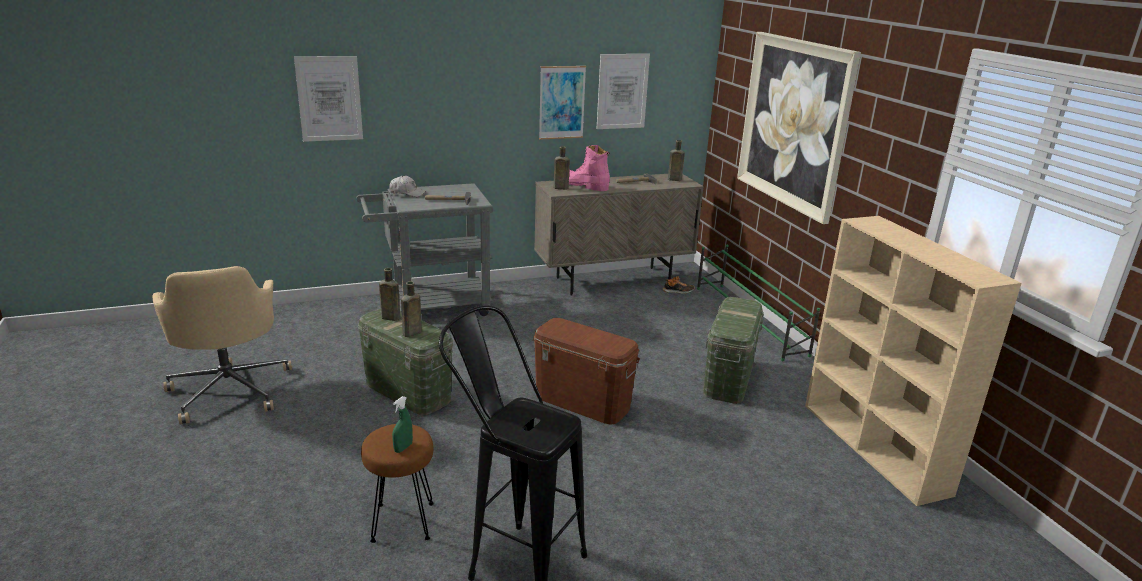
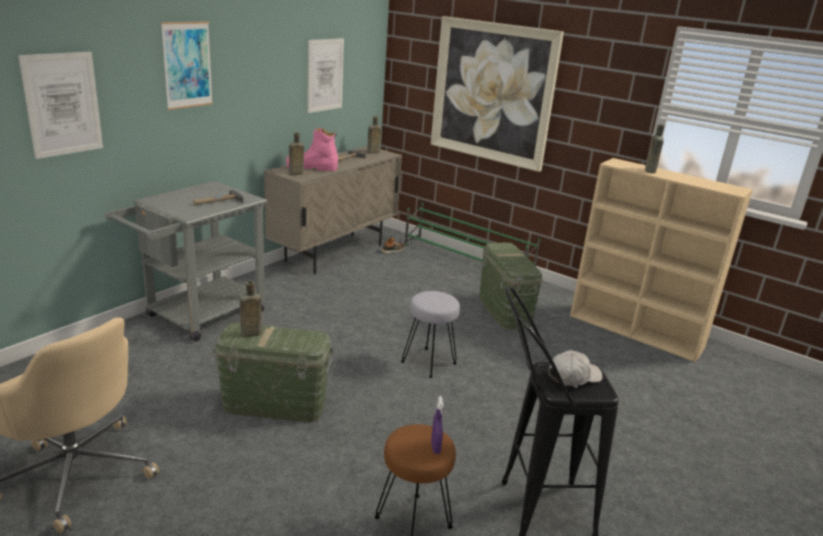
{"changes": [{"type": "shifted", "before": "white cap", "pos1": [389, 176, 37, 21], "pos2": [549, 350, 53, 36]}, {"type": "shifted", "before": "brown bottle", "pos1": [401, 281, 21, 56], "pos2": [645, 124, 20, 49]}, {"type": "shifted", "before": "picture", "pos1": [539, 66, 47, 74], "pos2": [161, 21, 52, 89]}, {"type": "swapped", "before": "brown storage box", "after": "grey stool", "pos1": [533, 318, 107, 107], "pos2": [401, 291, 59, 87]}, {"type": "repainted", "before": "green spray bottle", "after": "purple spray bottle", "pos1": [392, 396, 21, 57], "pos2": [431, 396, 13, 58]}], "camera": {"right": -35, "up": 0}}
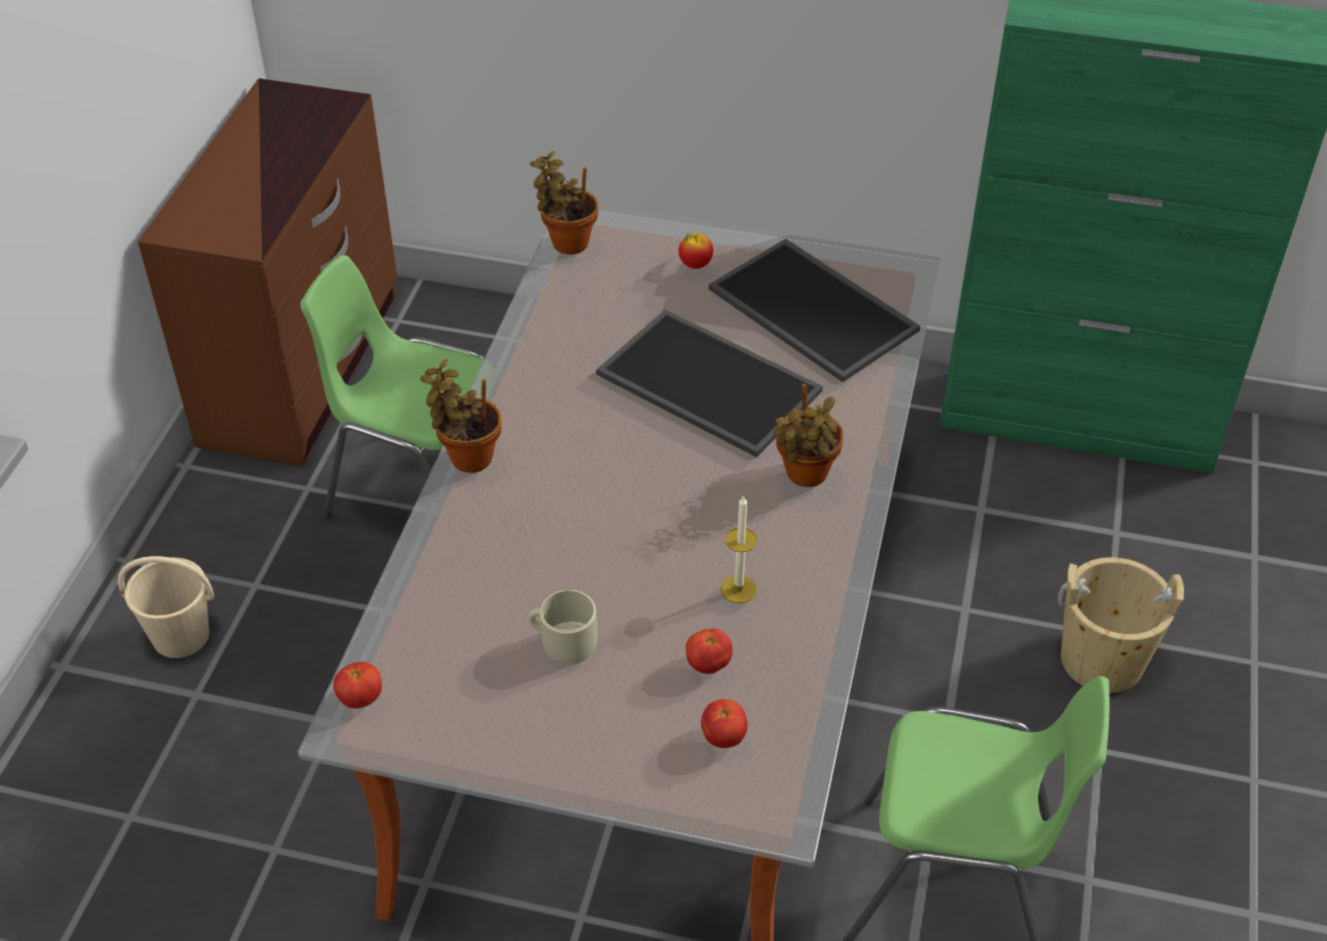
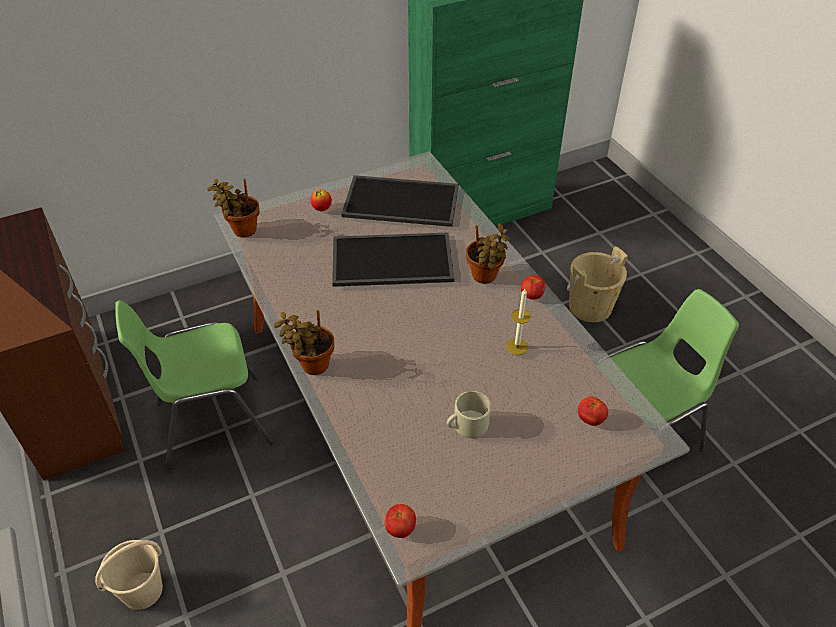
{"changes": [{"type": "shifted", "before": "tomato", "pos1": [686, 629, 47, 45], "pos2": [521, 275, 24, 25]}], "camera": {"right": -40, "up": 0}}
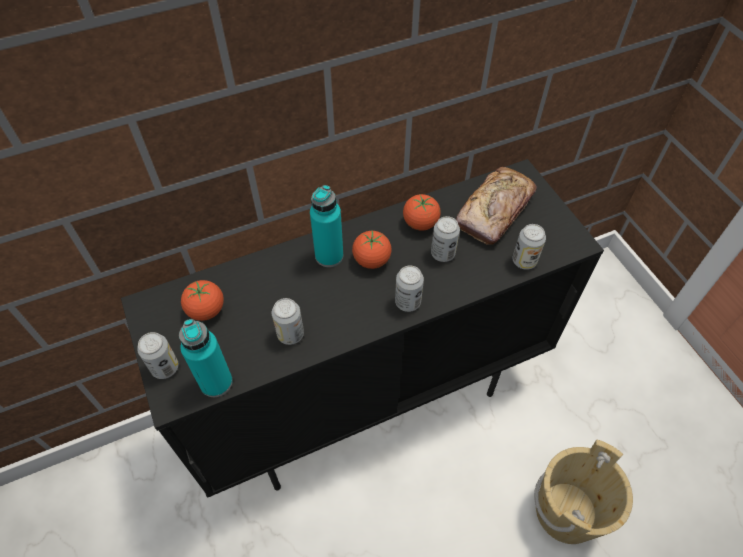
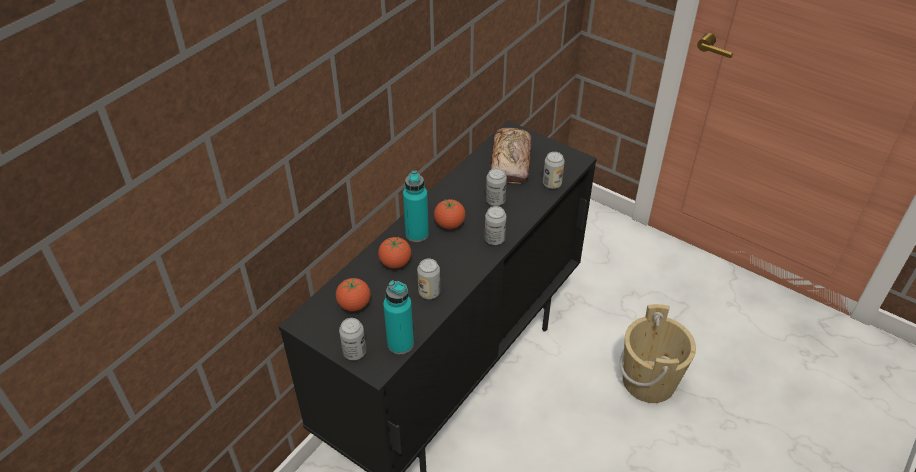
{"changes": [{"type": "shifted", "before": "tomato", "pos1": [403, 194, 38, 37], "pos2": [378, 237, 33, 31]}], "camera": {"right": -30, "up": -10}}
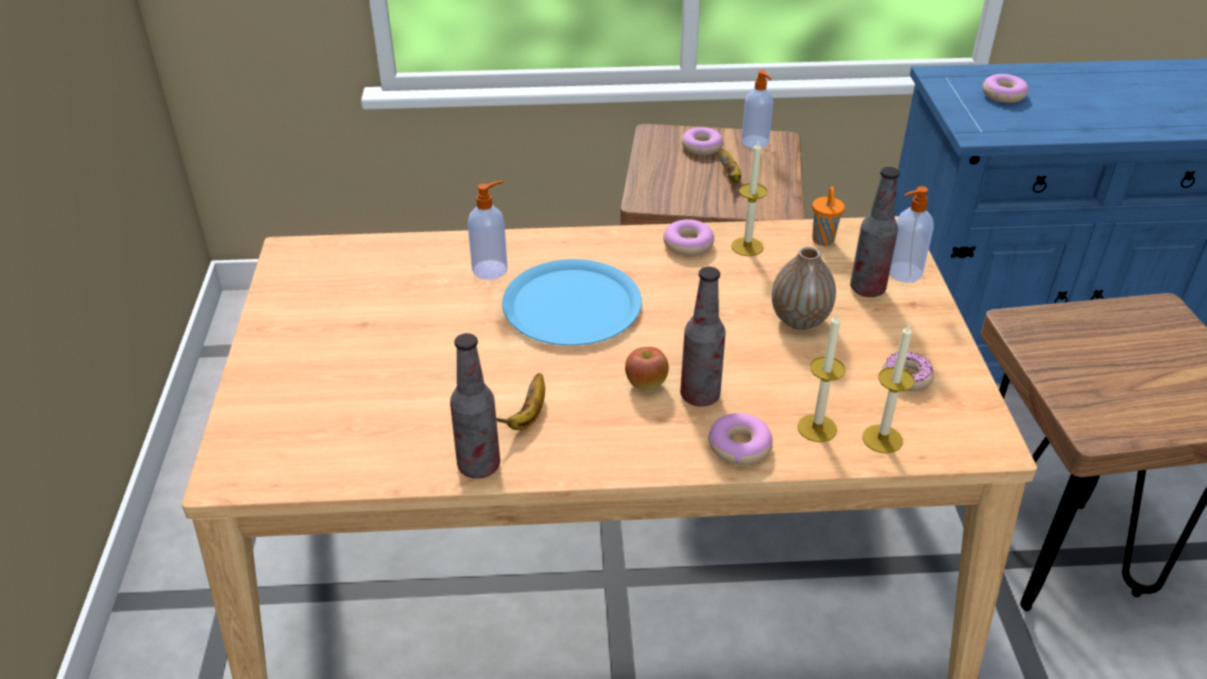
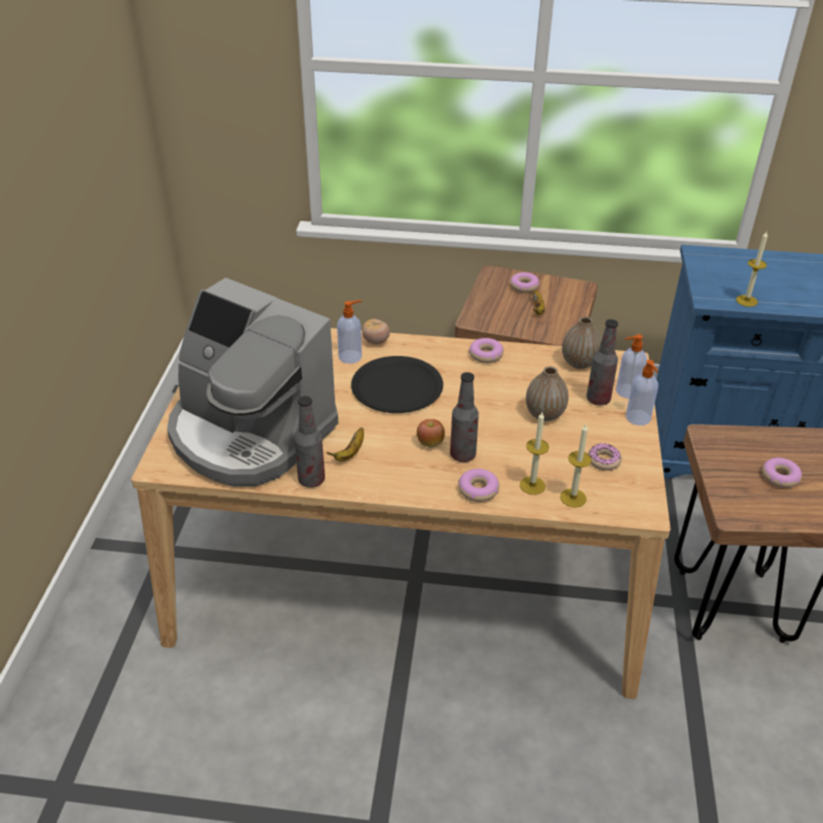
{"changes": [{"type": "new", "after": "coffee machine", "pos2": [167, 278, 171, 208]}, {"type": "new", "after": "tomato", "pos2": [362, 319, 28, 26]}, {"type": "shifted", "before": "candle", "pos1": [731, 140, 37, 116], "pos2": [736, 231, 32, 76]}, {"type": "shifted", "before": "soap dispenser", "pos1": [741, 70, 32, 78], "pos2": [626, 360, 32, 66]}, {"type": "shifted", "before": "donut", "pos1": [983, 74, 46, 29], "pos2": [762, 458, 40, 30]}, {"type": "swapped", "before": "orange cup", "after": "vase", "pos1": [812, 187, 33, 59], "pos2": [562, 317, 40, 52]}, {"type": "repainted", "before": "blue plate", "after": "black plate", "pos1": [502, 259, 140, 87], "pos2": [351, 356, 92, 57]}], "camera": {"right": 10, "up": 0}}
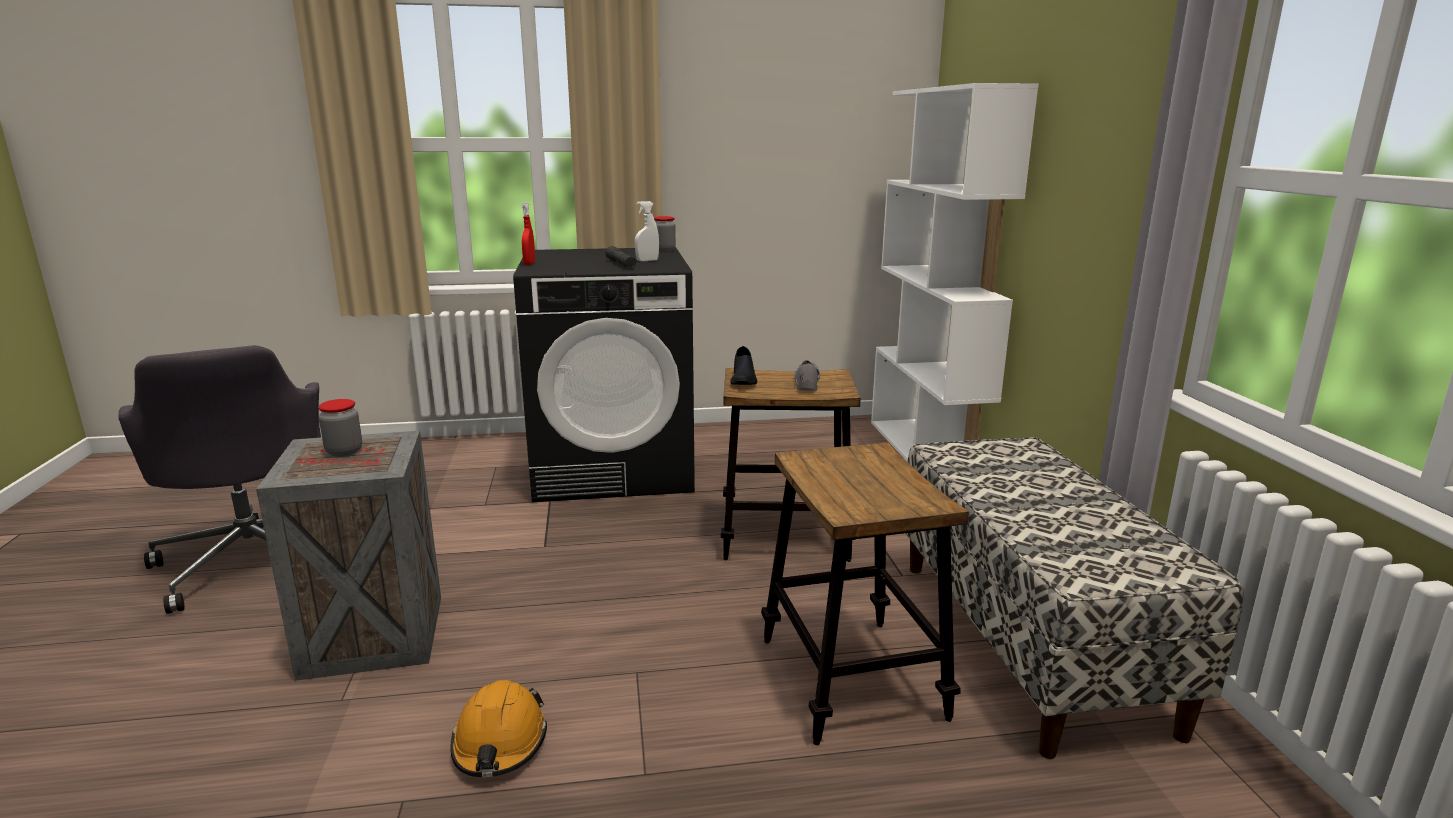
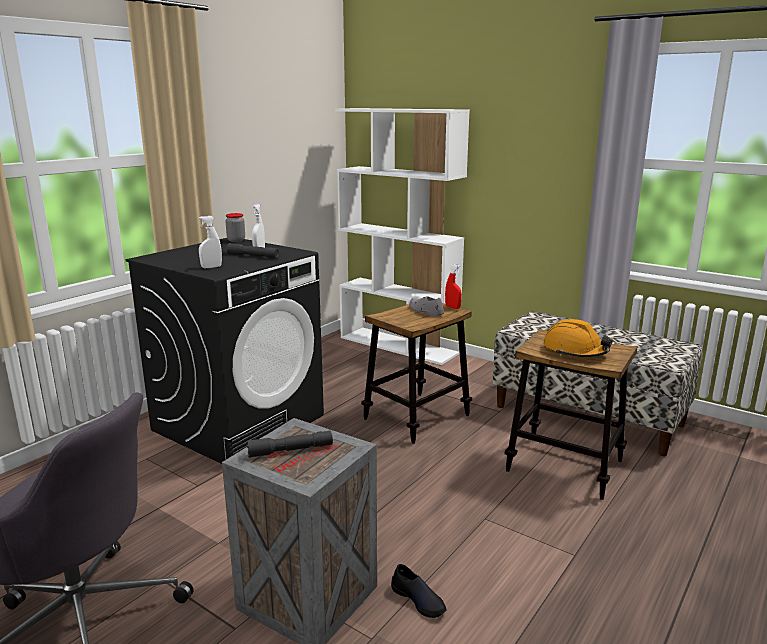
{"changes": [{"type": "new", "after": "white spray bottle", "pos2": [198, 216, 24, 52]}, {"type": "shifted", "before": "orange hard hat", "pos1": [450, 680, 97, 97], "pos2": [543, 319, 70, 38]}, {"type": "shifted", "before": "red spray bottle", "pos1": [521, 203, 14, 62], "pos2": [445, 264, 17, 45]}, {"type": "shifted", "before": "black shoe", "pos1": [731, 346, 26, 39], "pos2": [391, 564, 55, 54]}, {"type": "swapped", "before": "jar", "after": "grey flashlight", "pos1": [318, 399, 44, 58], "pos2": [247, 431, 86, 27]}], "camera": {"right": -45, "up": 0}}
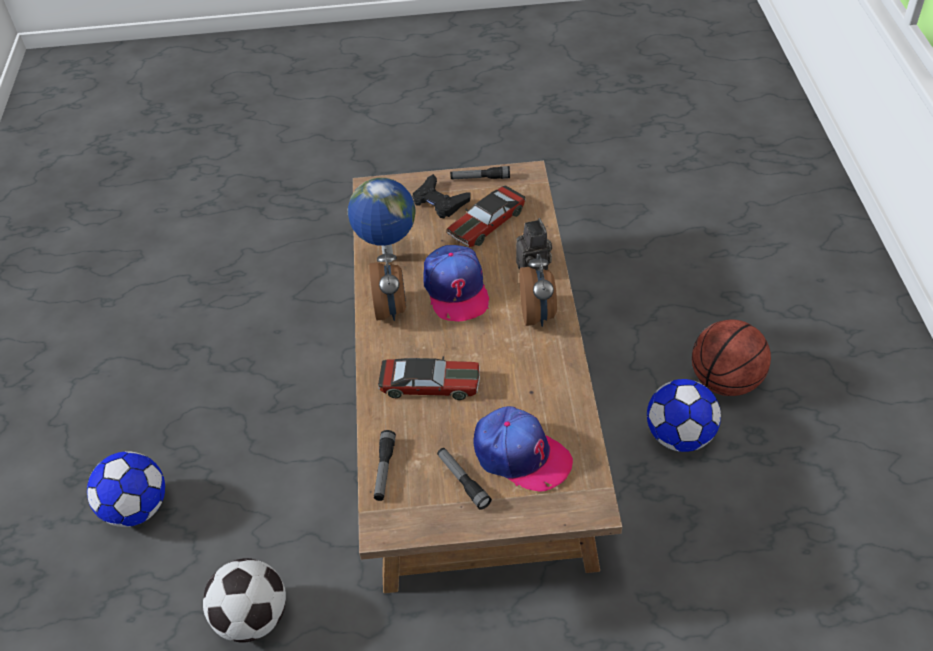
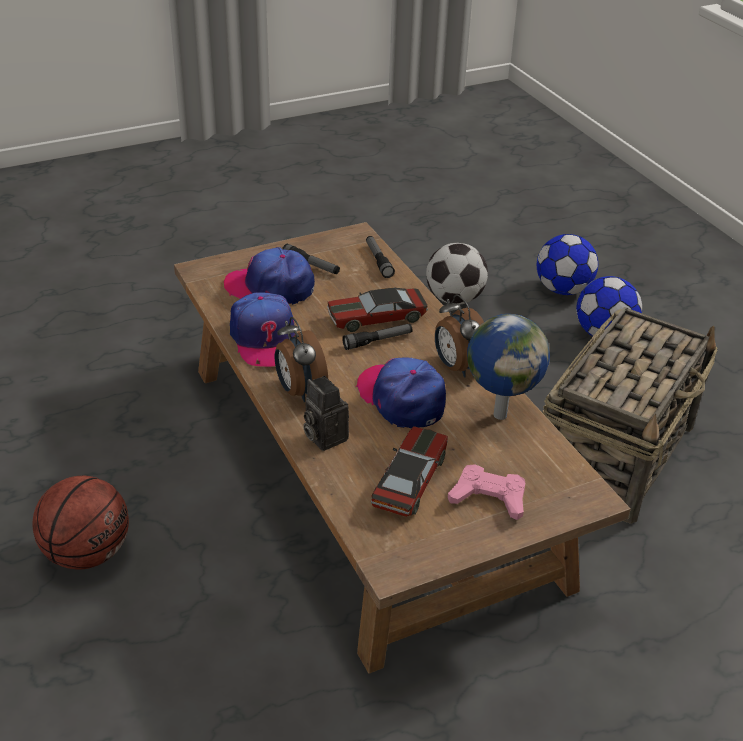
{"changes": [{"type": "new", "after": "cap", "pos2": [230, 292, 65, 75]}, {"type": "new", "after": "basket", "pos2": [542, 307, 175, 217]}, {"type": "shifted", "before": "flashlight", "pos1": [450, 166, 60, 13], "pos2": [342, 324, 71, 26]}, {"type": "shifted", "before": "football", "pos1": [647, 379, 74, 73], "pos2": [537, 234, 61, 61]}, {"type": "repainted", "before": "black game controller", "after": "pink game controller", "pos1": [412, 174, 59, 44], "pos2": [448, 464, 77, 56]}], "camera": {"right": 155, "up": -10}}
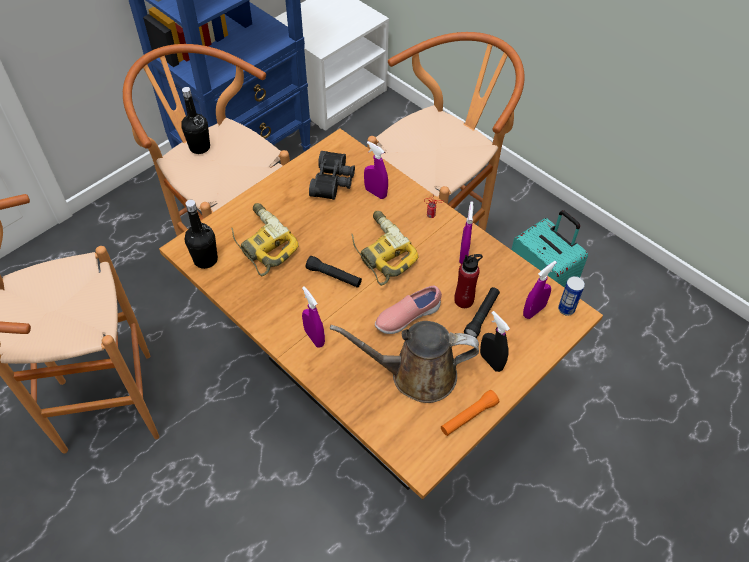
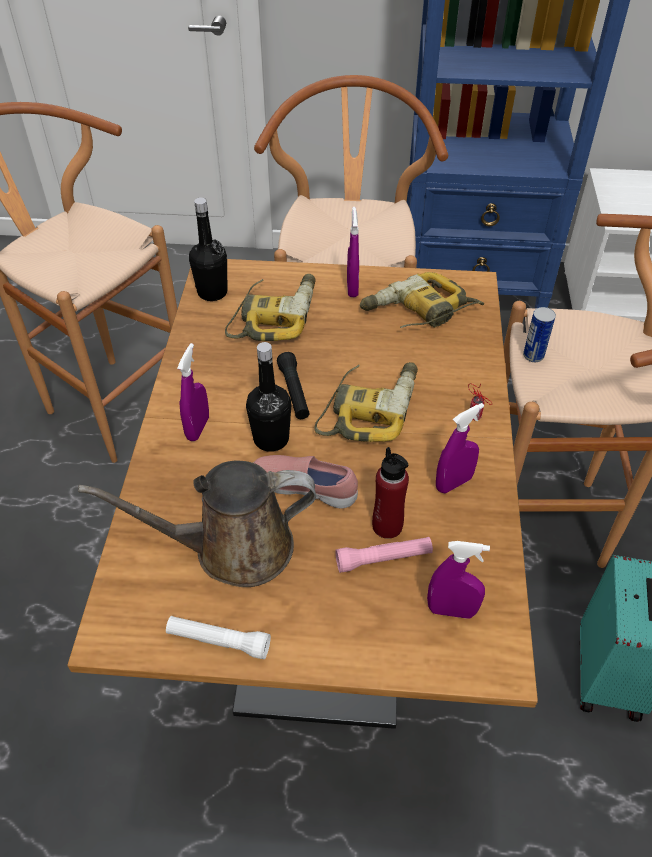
{"changes": [{"type": "gone", "before": "black spray bottle", "pos1": [480, 311, 30, 61]}, {"type": "shifted", "before": "black bottle", "pos1": [181, 87, 29, 67], "pos2": [246, 342, 45, 110]}, {"type": "shifted", "before": "purple spray bottle", "pos1": [364, 141, 24, 58], "pos2": [347, 207, 12, 90]}, {"type": "shifted", "before": "can", "pos1": [558, 276, 27, 40], "pos2": [523, 307, 33, 55]}, {"type": "swapped", "before": "black binoculars", "after": "power drill", "pos1": [309, 151, 46, 49], "pos2": [360, 272, 124, 56]}, {"type": "repainted", "before": "orange flashlight", "after": "white flashlight", "pos1": [441, 390, 58, 46], "pos2": [166, 616, 105, 43]}, {"type": "repainted", "before": "black flashlight", "after": "pink flashlight", "pos1": [464, 287, 36, 51], "pos2": [335, 537, 98, 36]}, {"type": "rotated", "before": "brown watering can", "pos1": [330, 321, 149, 82], "pos2": [78, 461, 238, 126], "turn": -60}], "camera": {"right": 50, "up": -5}}
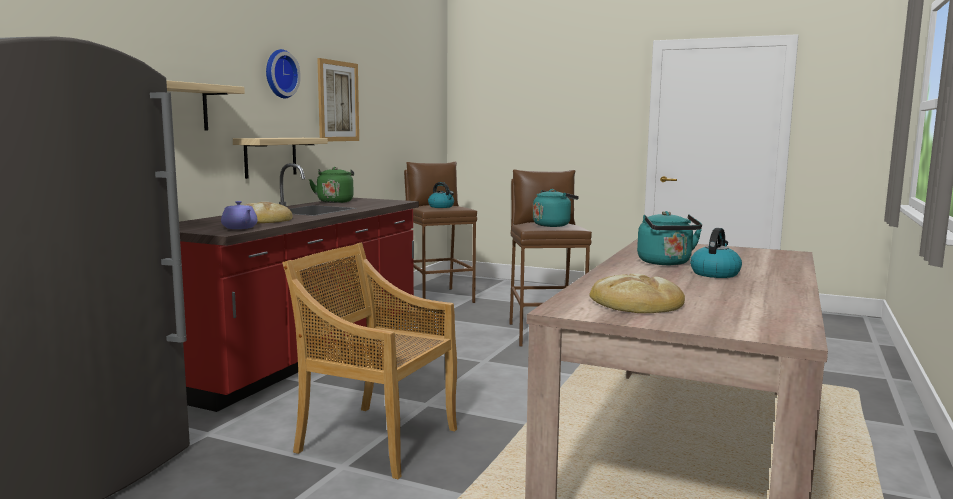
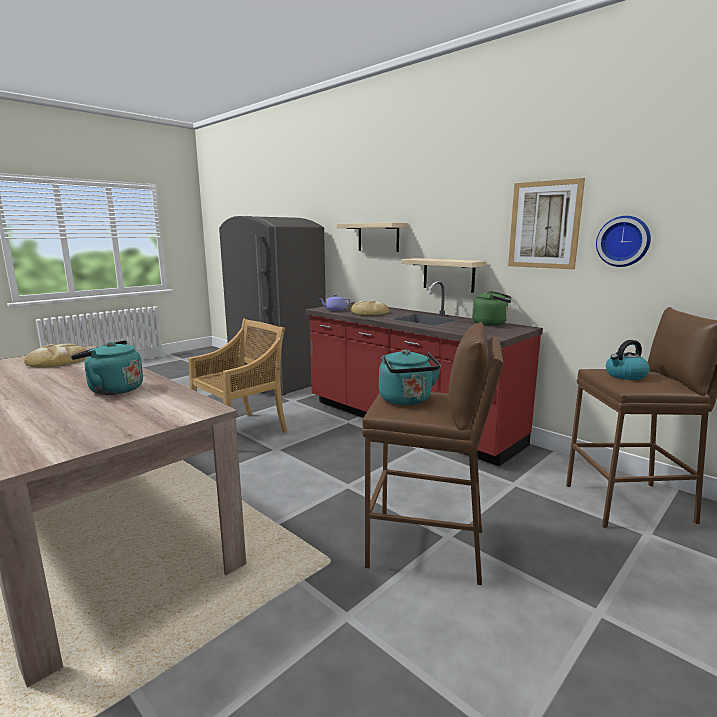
{"changes": [{"type": "gone", "before": "kettle", "pos1": [690, 228, 52, 50]}, {"type": "shifted", "before": "wall clock", "pos1": [266, 49, 35, 49], "pos2": [596, 216, 55, 51]}], "camera": {"right": 110, "up": 5}}
